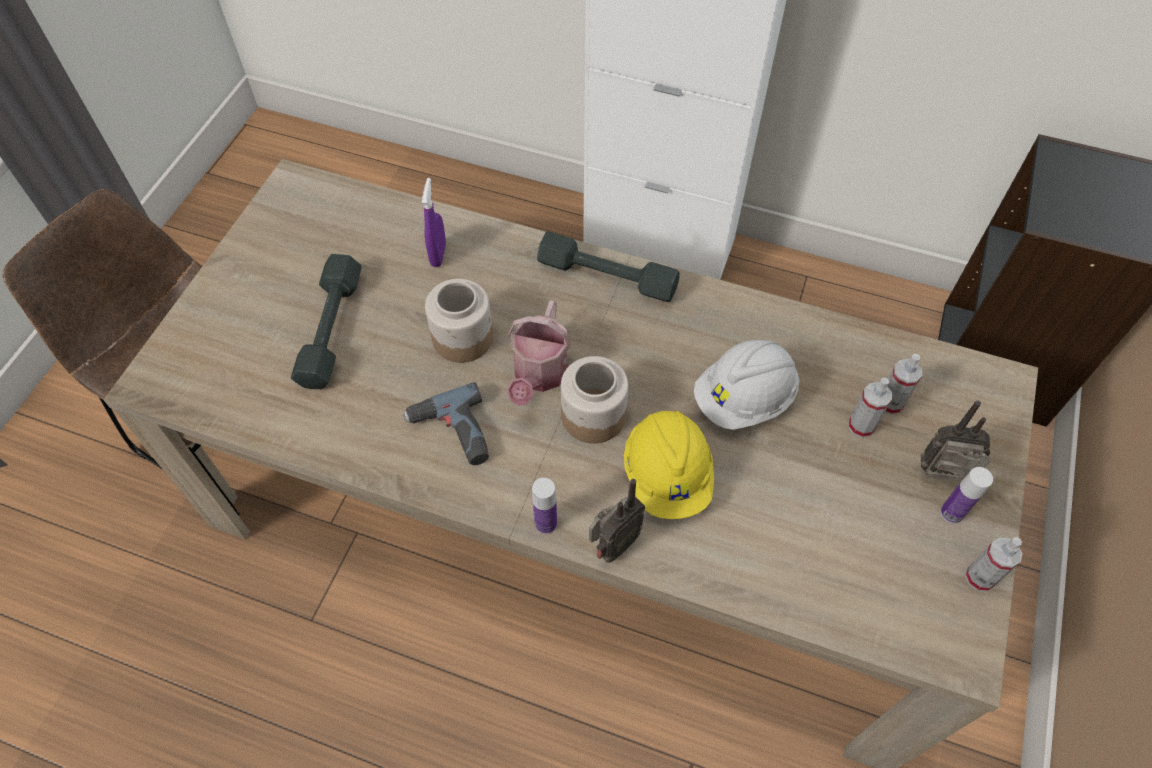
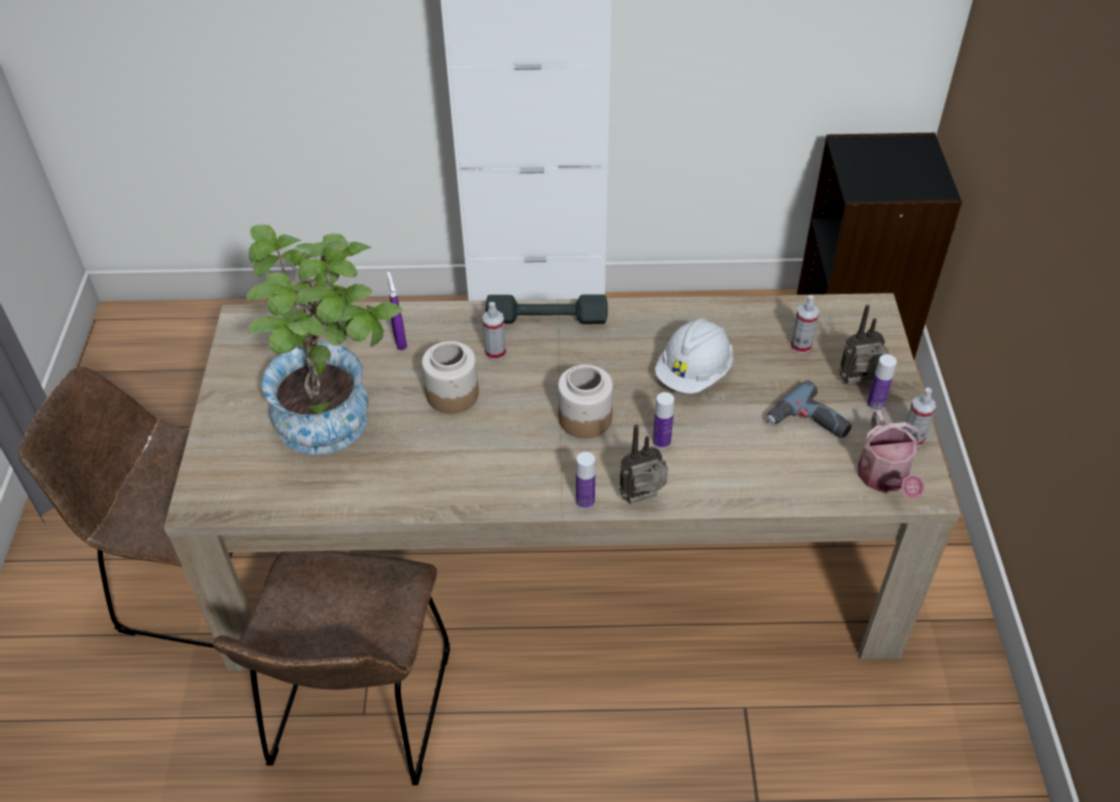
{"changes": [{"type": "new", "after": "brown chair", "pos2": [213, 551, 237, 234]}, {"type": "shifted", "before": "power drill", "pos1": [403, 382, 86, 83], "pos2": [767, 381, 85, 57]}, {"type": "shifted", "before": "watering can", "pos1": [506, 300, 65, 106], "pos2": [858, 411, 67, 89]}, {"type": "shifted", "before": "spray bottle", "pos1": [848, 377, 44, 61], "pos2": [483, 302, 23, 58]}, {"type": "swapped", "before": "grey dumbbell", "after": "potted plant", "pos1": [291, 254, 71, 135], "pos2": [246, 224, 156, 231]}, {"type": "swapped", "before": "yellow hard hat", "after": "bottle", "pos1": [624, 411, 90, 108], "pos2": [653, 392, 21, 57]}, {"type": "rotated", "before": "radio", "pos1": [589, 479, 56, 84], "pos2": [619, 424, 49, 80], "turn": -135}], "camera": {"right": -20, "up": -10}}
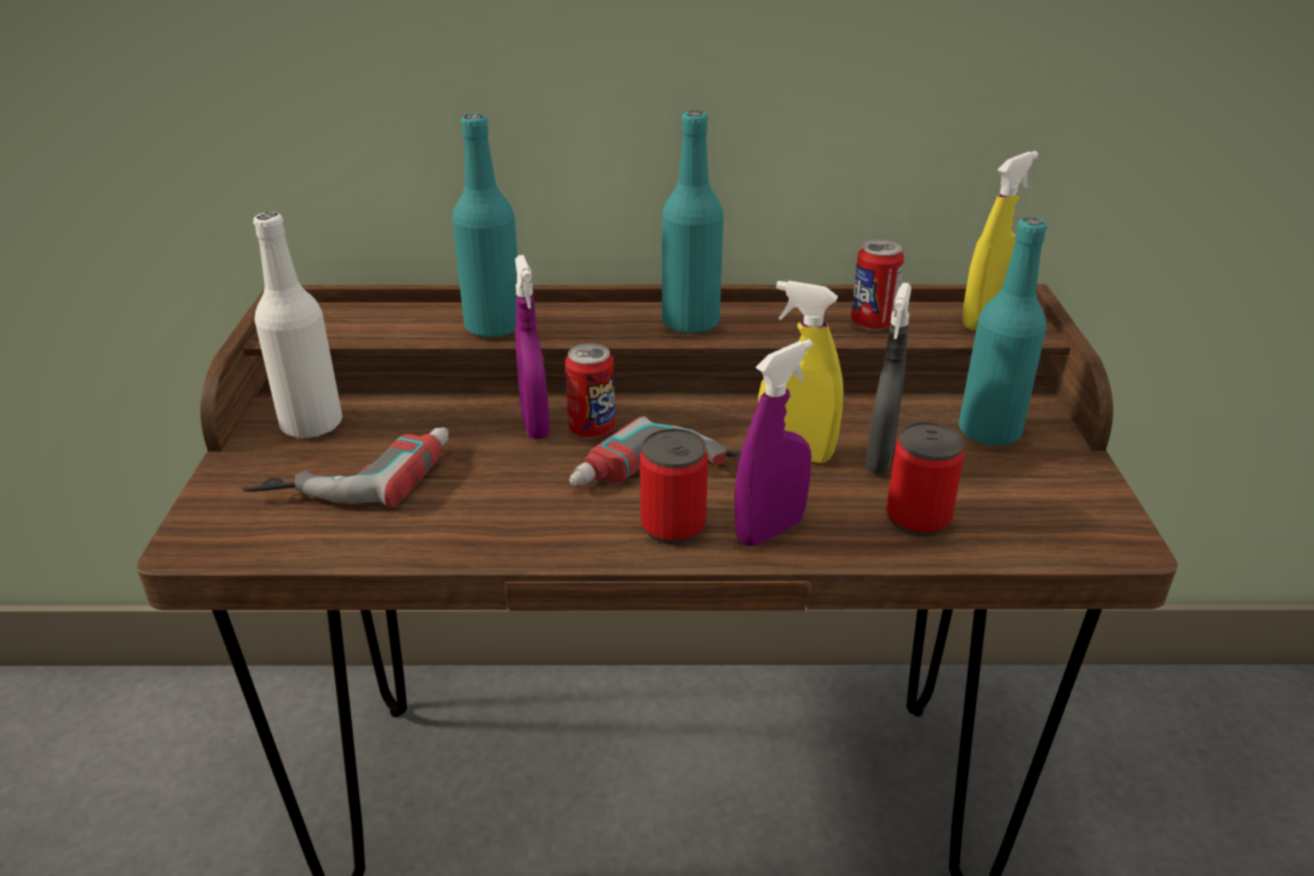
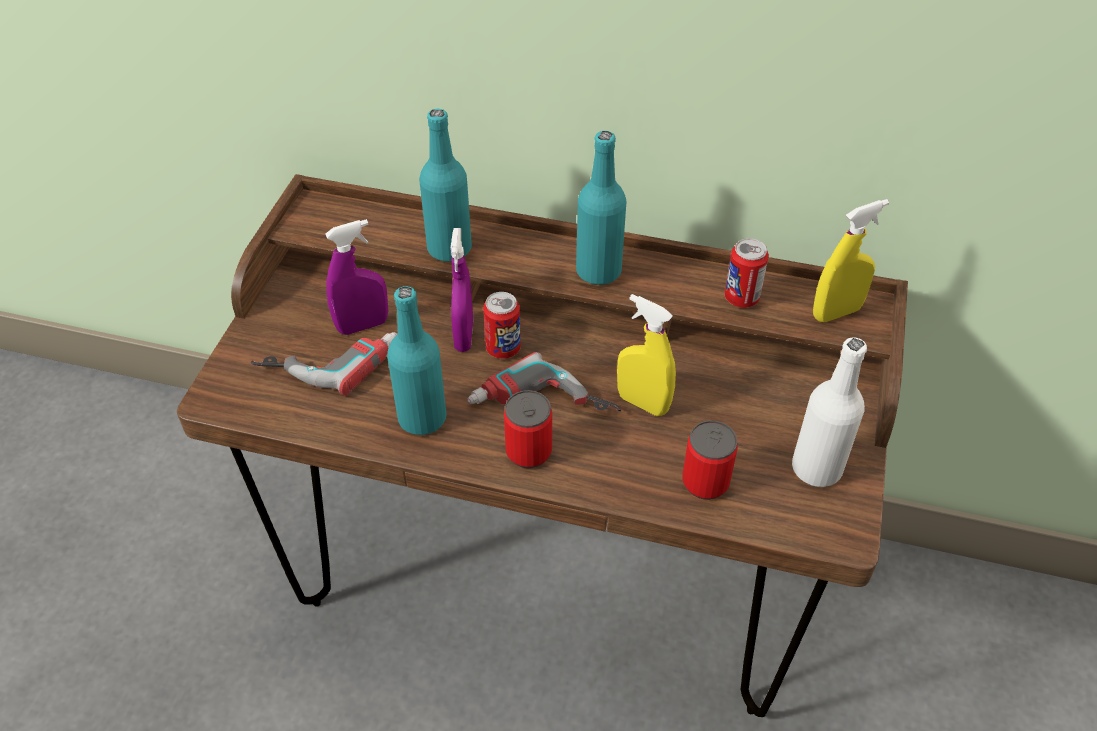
{"changes": [{"type": "gone", "before": "grey spray bottle", "pos1": [865, 283, 46, 191]}, {"type": "shifted", "before": "white bottle", "pos1": [253, 212, 89, 226], "pos2": [792, 337, 75, 150]}, {"type": "shifted", "before": "purple spray bottle", "pos1": [735, 339, 78, 207], "pos2": [325, 219, 63, 116]}, {"type": "shifted", "before": "turquoise bottle", "pos1": [959, 217, 88, 230], "pos2": [387, 286, 60, 149]}], "camera": {"right": 15, "up": 15}}
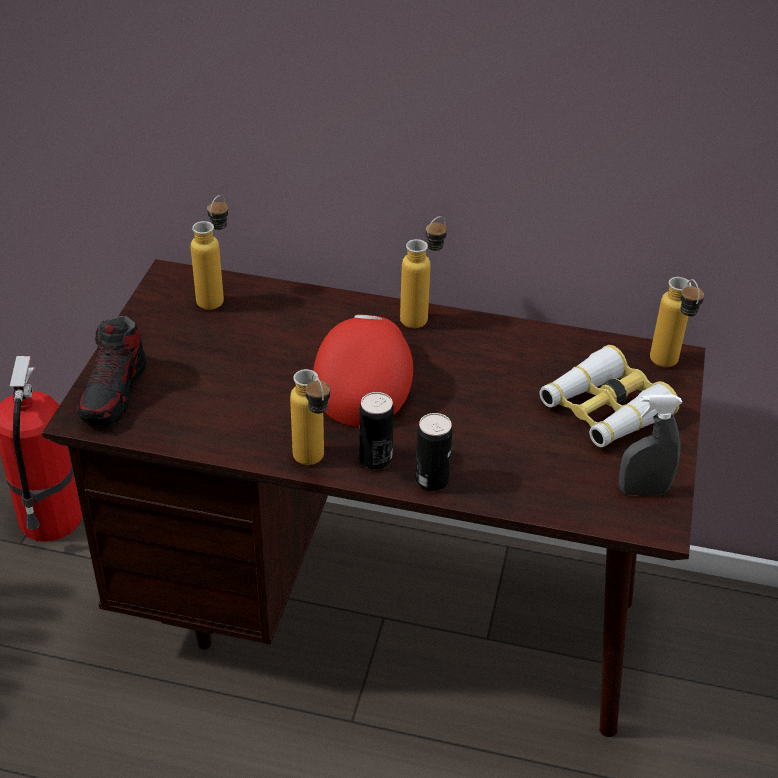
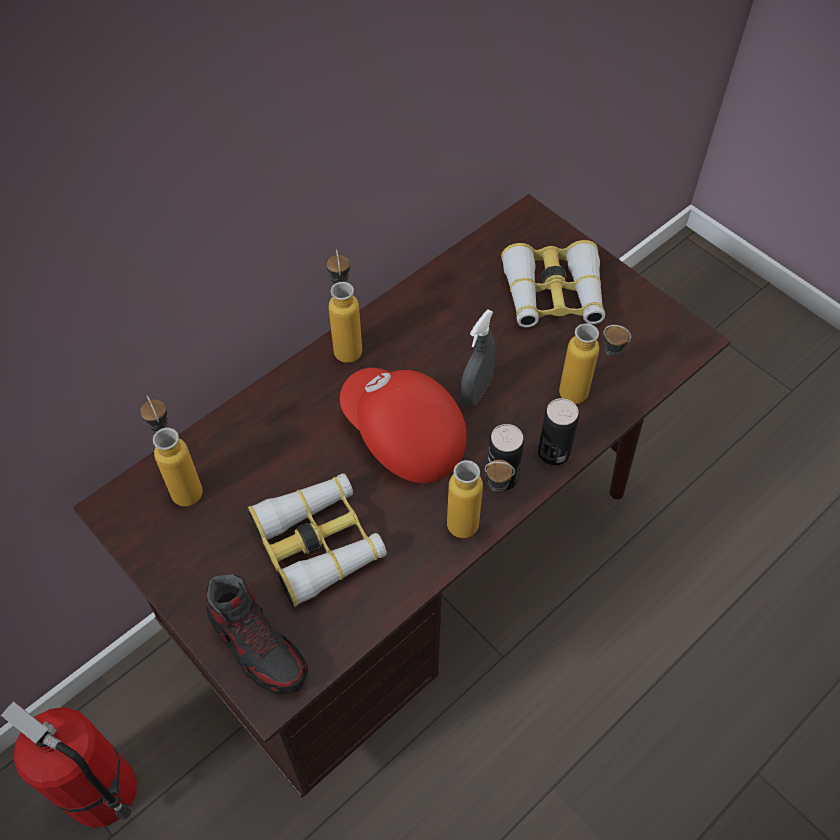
{"changes": [{"type": "new", "after": "binoculars", "pos2": [247, 474, 140, 133]}, {"type": "shifted", "before": "grey spray bottle", "pos1": [619, 395, 63, 100], "pos2": [461, 309, 34, 98]}, {"type": "shifted", "before": "bottle", "pos1": [650, 277, 54, 90], "pos2": [559, 323, 72, 81]}], "camera": {"right": -55, "up": 15}}
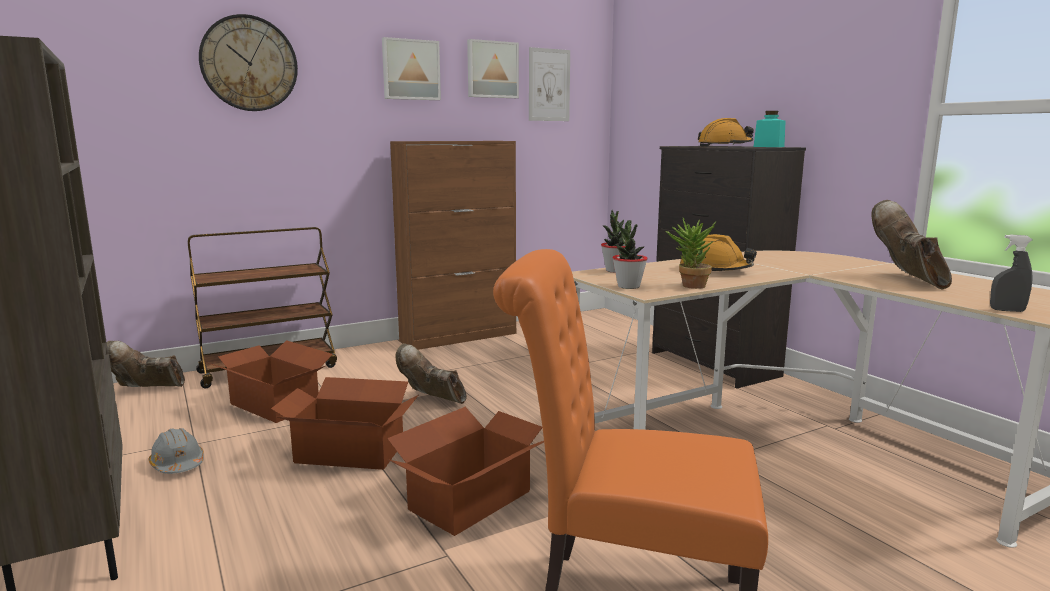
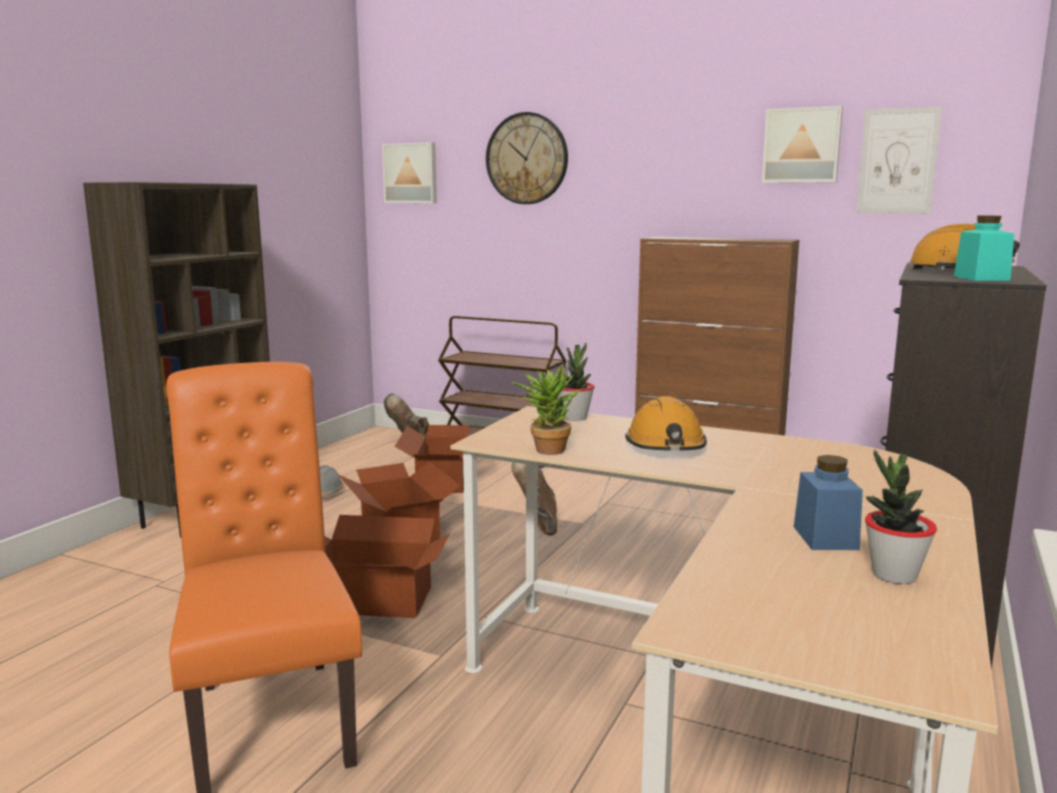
{"changes": [{"type": "gone", "before": "grey spray bottle", "pos1": [990, 235, 43, 77]}, {"type": "shifted", "before": "picture", "pos1": [382, 37, 59, 63], "pos2": [382, 142, 55, 61]}, {"type": "shifted", "before": "potted plant", "pos1": [612, 220, 36, 69], "pos2": [865, 450, 72, 134]}, {"type": "swapped", "before": "brown boot", "after": "blue jar", "pos1": [871, 200, 81, 89], "pos2": [794, 455, 69, 95]}], "camera": {"right": 55, "up": 0}}
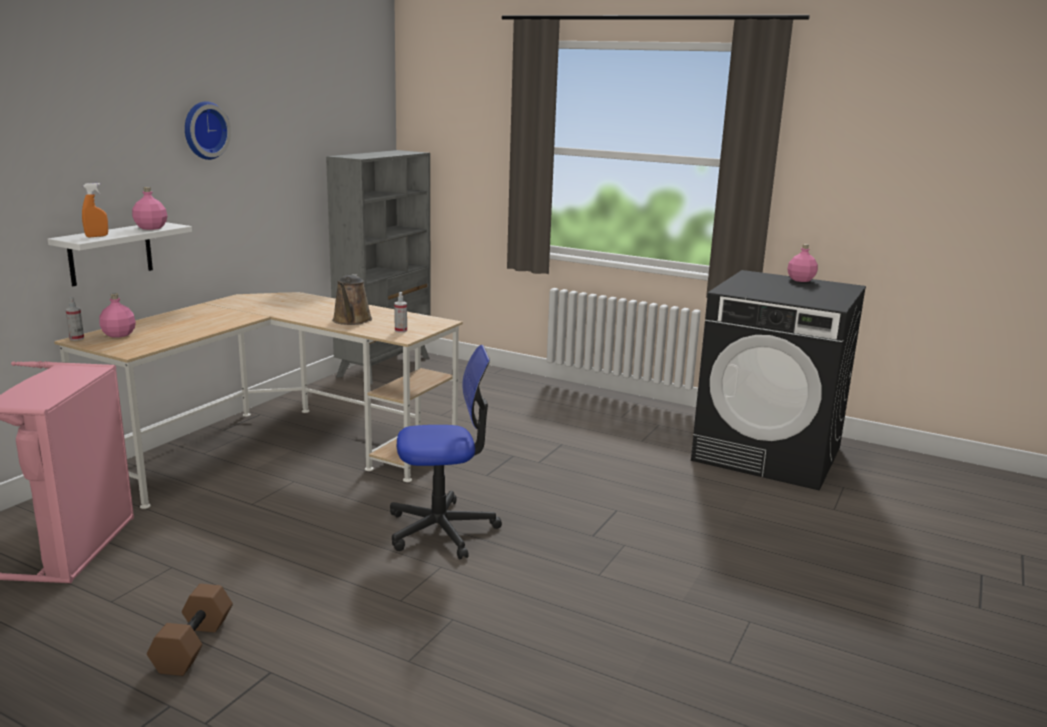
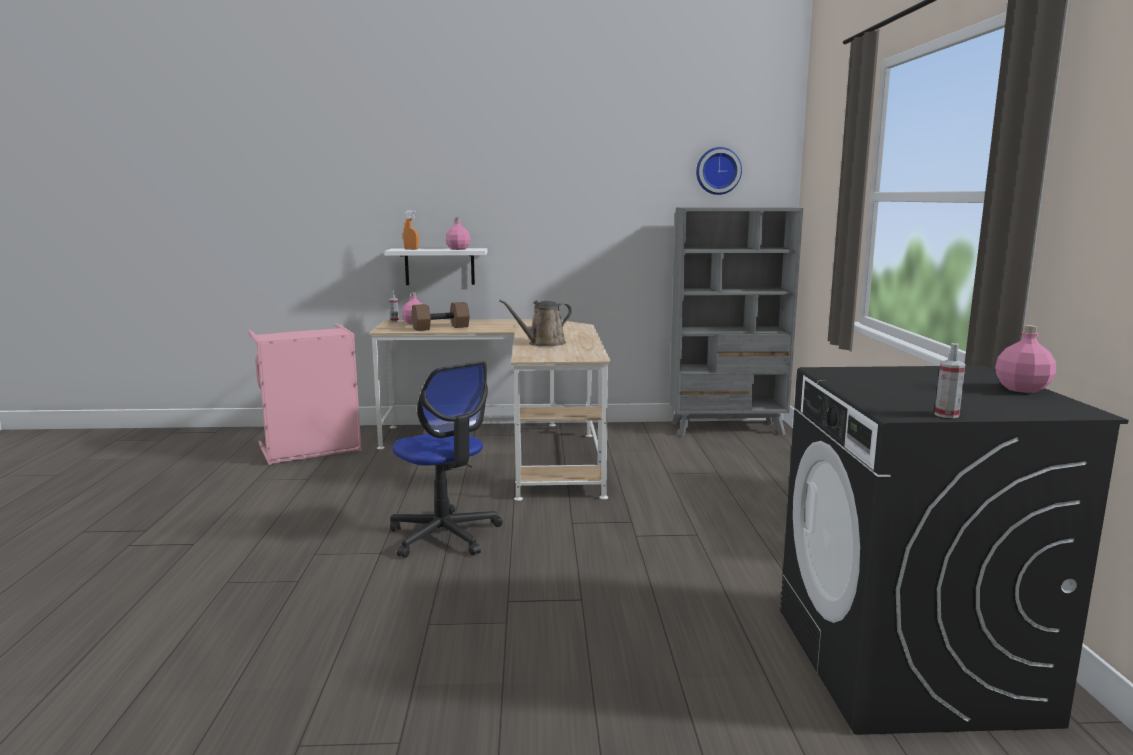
{"changes": [{"type": "shifted", "before": "brown dumbbell", "pos1": [147, 584, 86, 92], "pos2": [411, 302, 59, 29]}, {"type": "shifted", "before": "wall clock", "pos1": [185, 101, 46, 59], "pos2": [696, 147, 46, 48]}, {"type": "shifted", "before": "spray bottle", "pos1": [394, 292, 13, 41], "pos2": [935, 343, 30, 75]}], "camera": {"right": 60, "up": -5}}
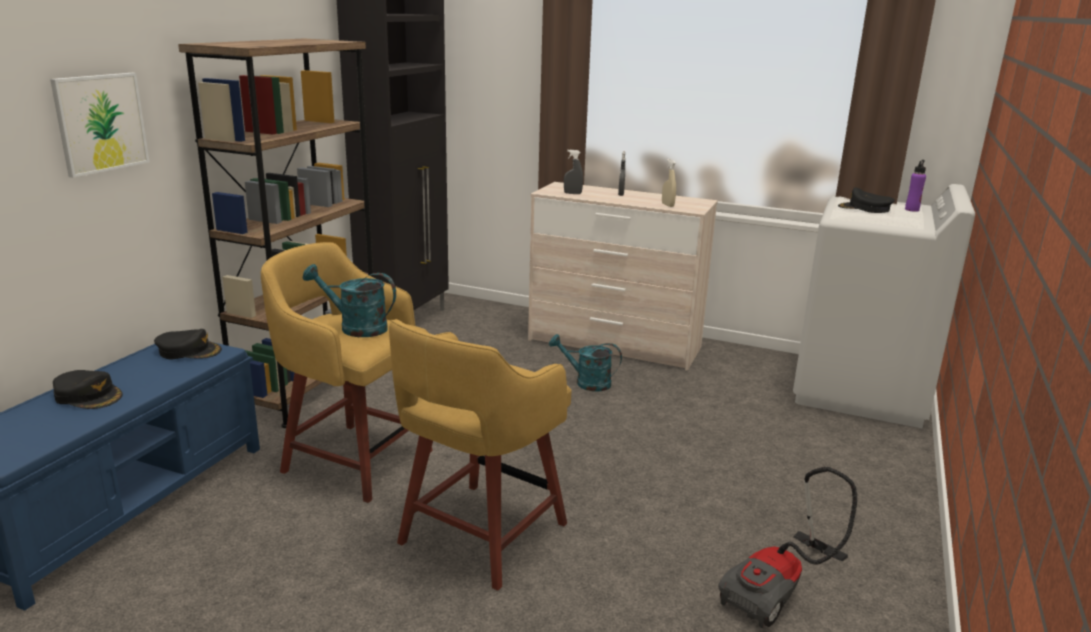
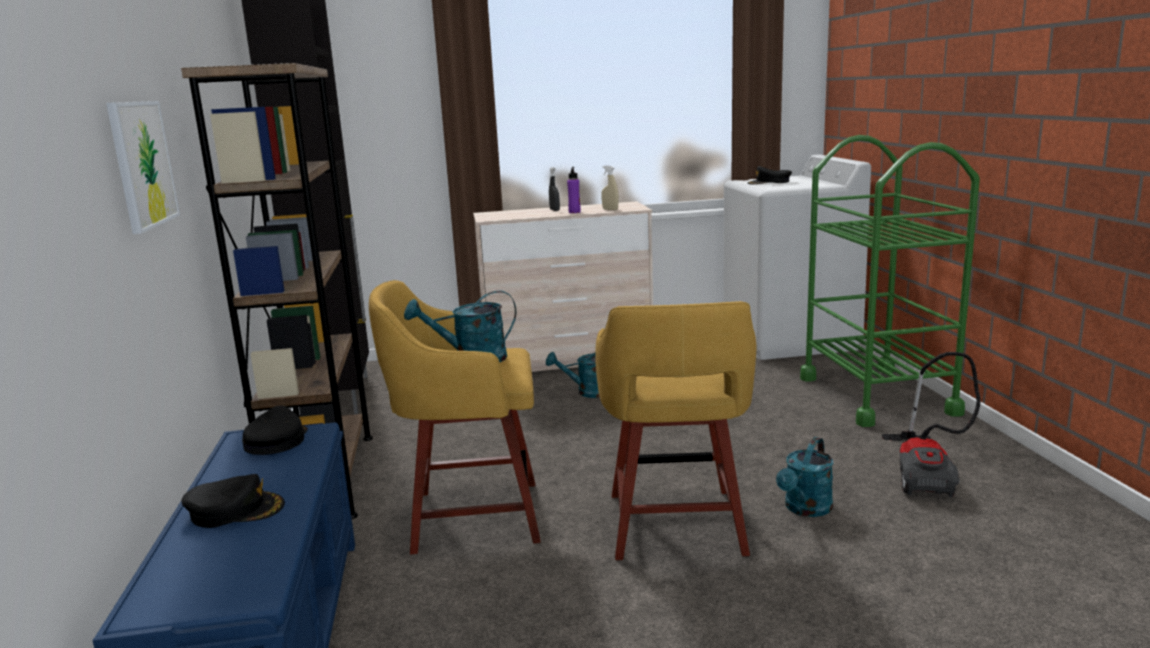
{"changes": [{"type": "gone", "before": "grey spray bottle", "pos1": [564, 150, 19, 44]}, {"type": "new", "after": "turquoise watering can", "pos2": [776, 437, 57, 80]}, {"type": "new", "after": "green cart", "pos2": [800, 135, 180, 292]}, {"type": "shifted", "before": "purple bottle", "pos1": [905, 160, 21, 52], "pos2": [567, 167, 14, 46]}, {"type": "rotated", "before": "black cap", "pos1": [154, 329, 68, 30], "pos2": [242, 405, 66, 50], "turn": -60}], "camera": {"right": -30, "up": -5}}
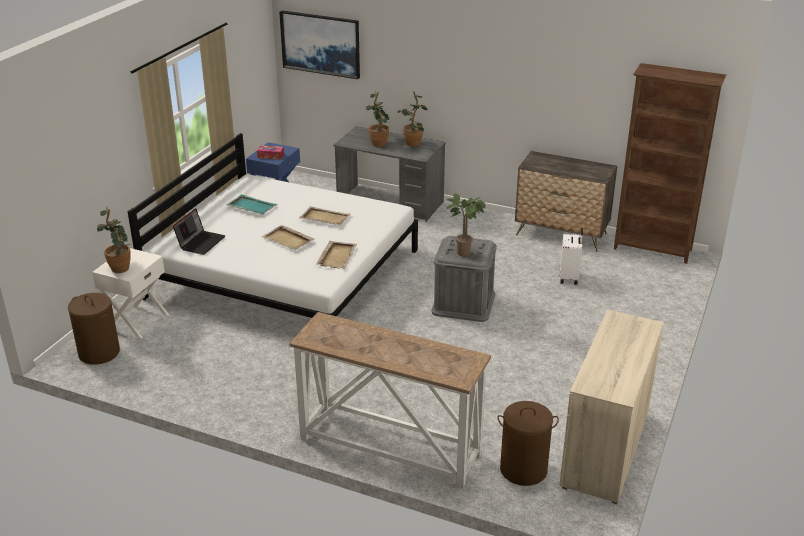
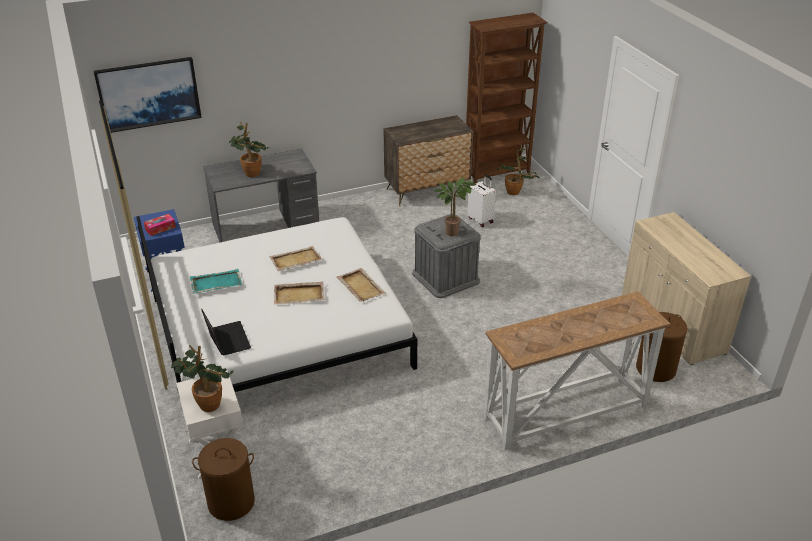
{"changes": [{"type": "shifted", "before": "potted plant", "pos1": [397, 91, 31, 56], "pos2": [497, 146, 43, 49]}], "camera": {"right": -45, "up": 5}}
